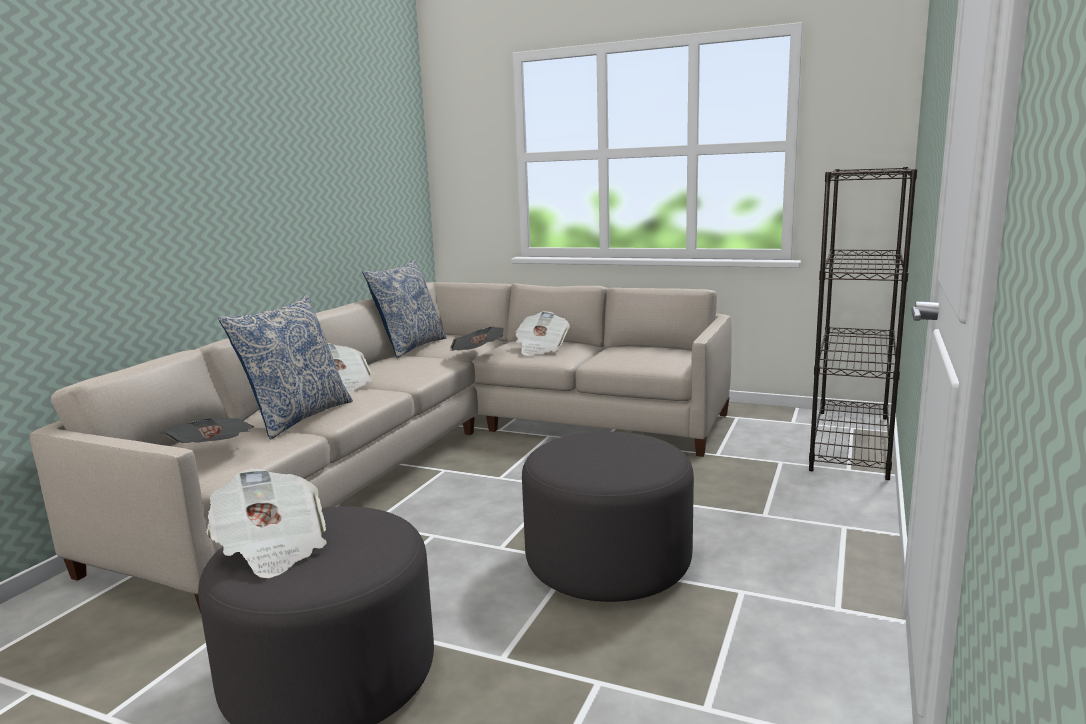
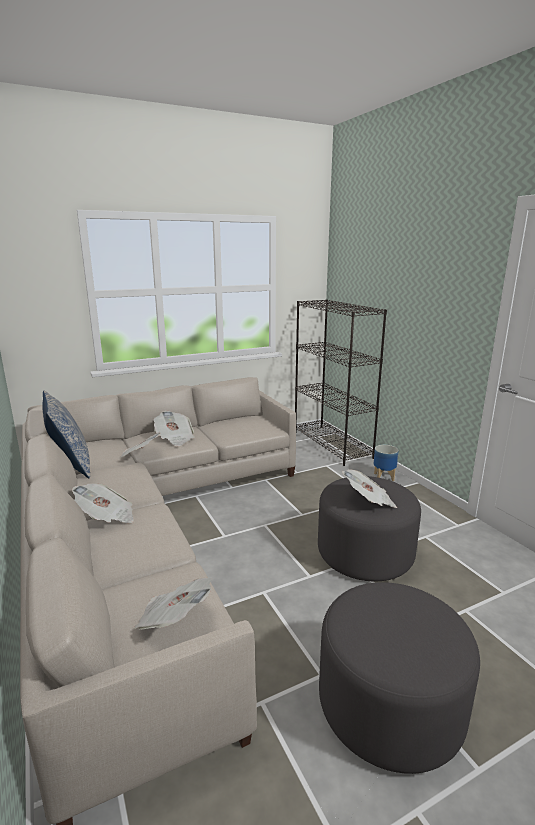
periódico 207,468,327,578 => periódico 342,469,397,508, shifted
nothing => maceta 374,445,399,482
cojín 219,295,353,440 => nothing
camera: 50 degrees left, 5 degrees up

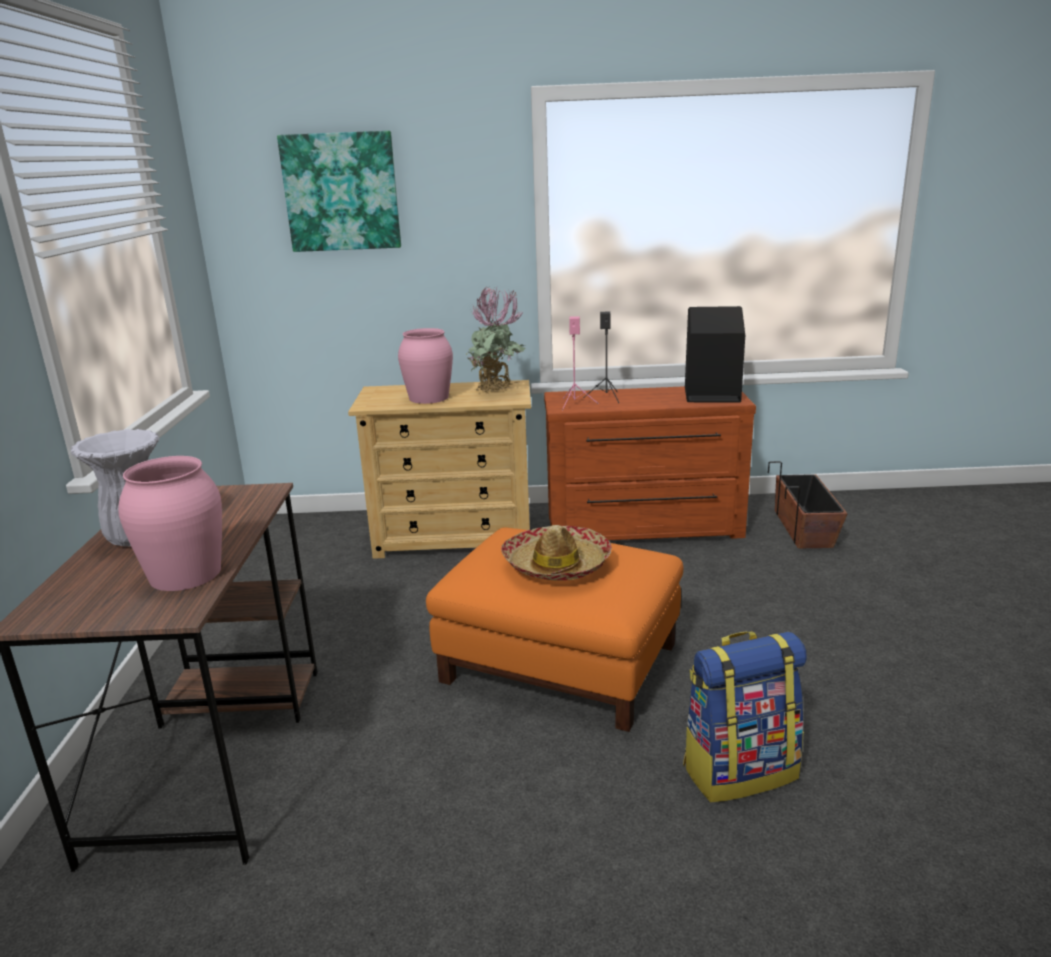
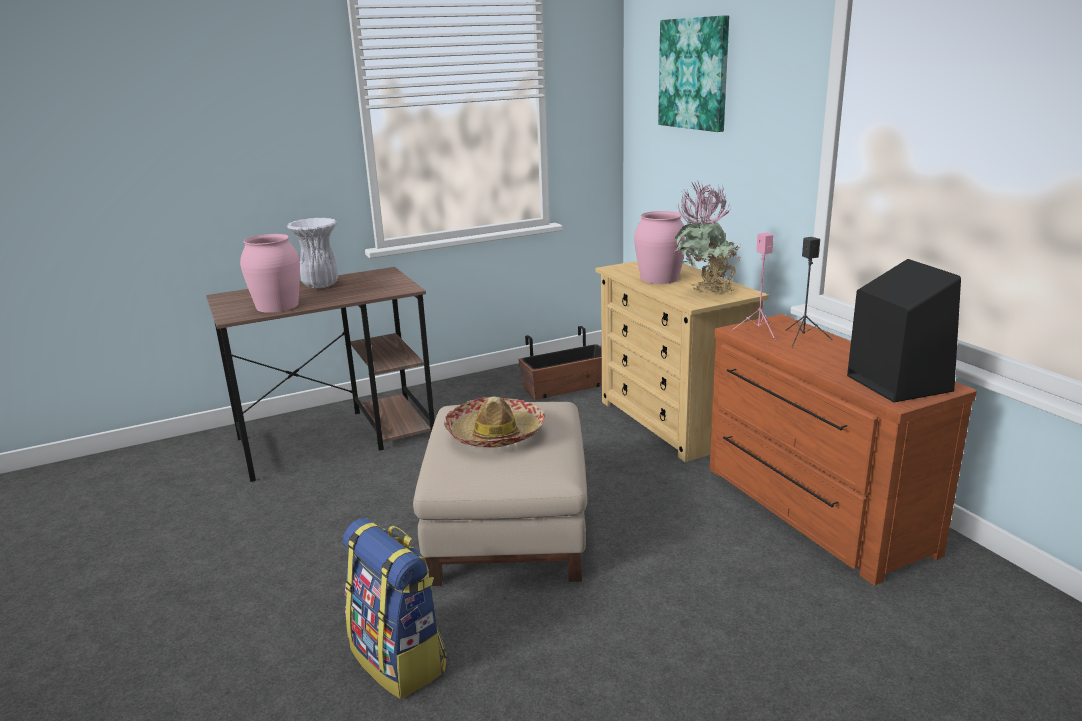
puf/naranja 426,527,683,732 => puf/beis 413,402,587,586
maceta 768,461,848,548 => maceta 518,326,602,400, shifted
camera: 65 degrees right, 0 degrees up

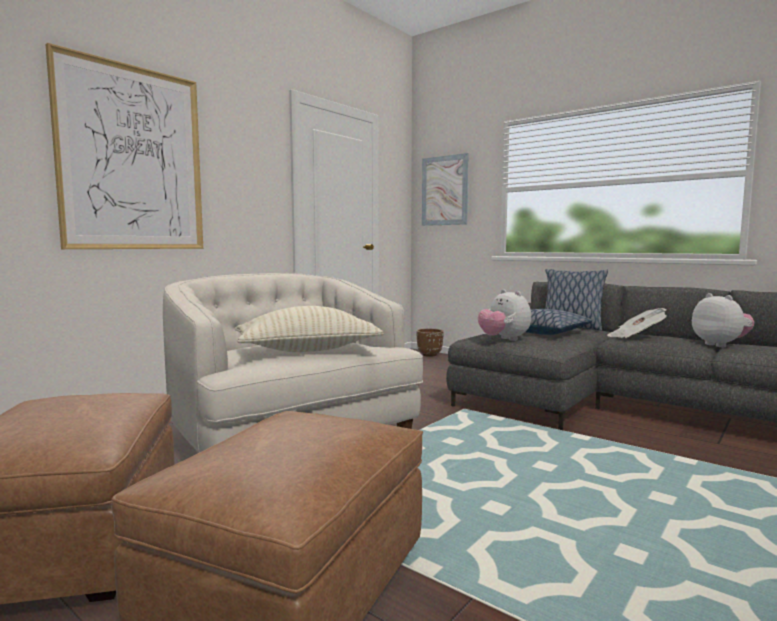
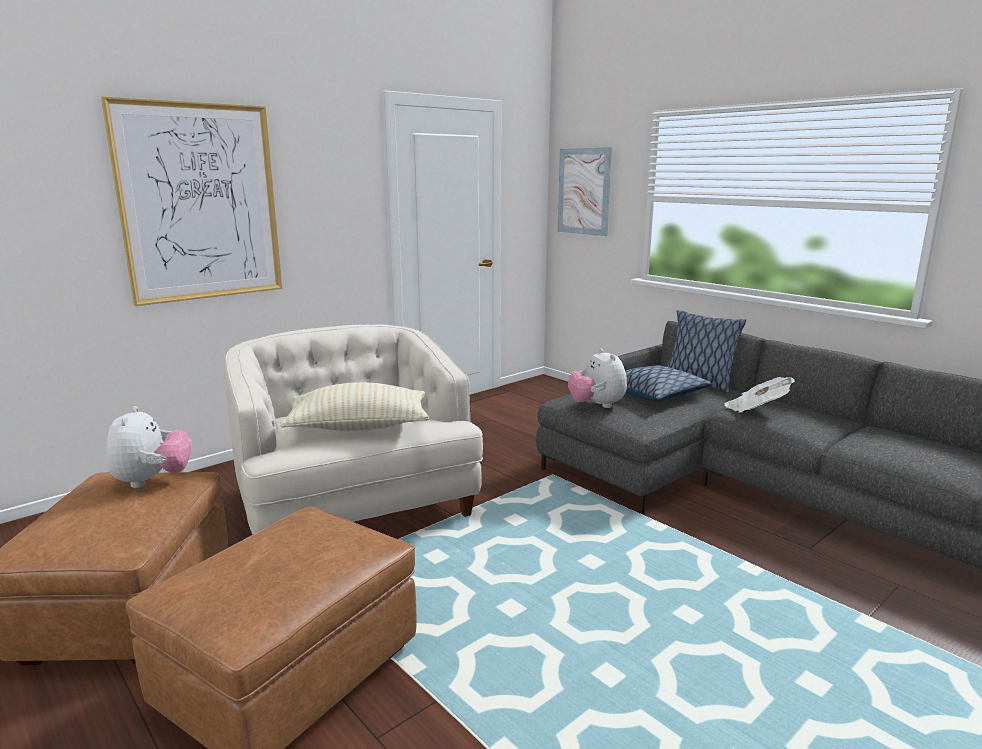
peluche 692,293,754,347 => peluche 106,406,192,488, shifted
maceta/marrón 416,329,444,357 => nothing
camera: 10 degrees right, 10 degrees up

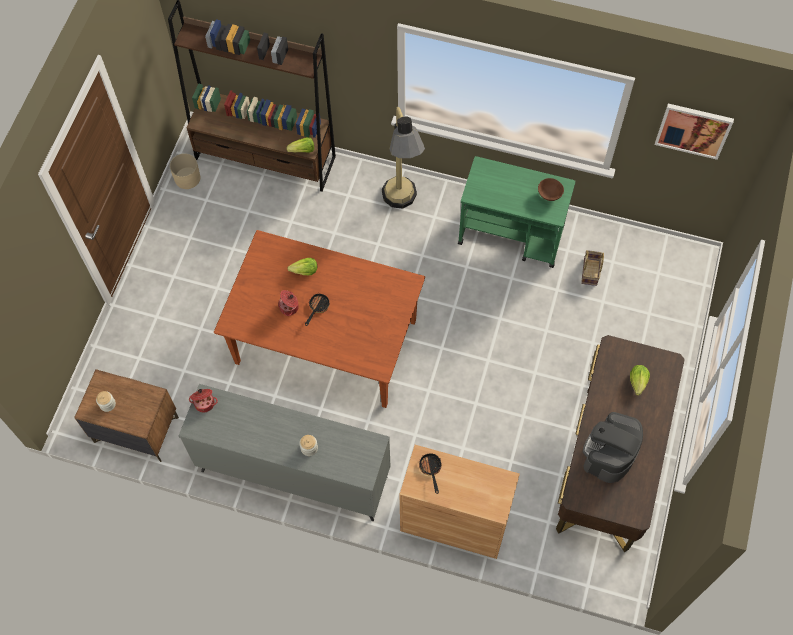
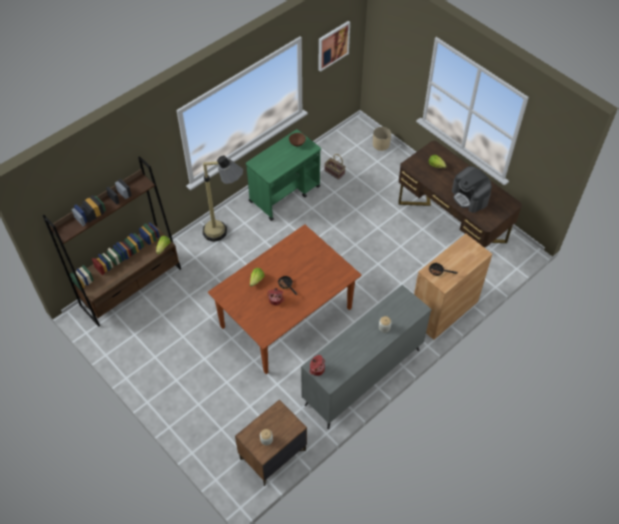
maceta/beis 170,153,200,189 => maceta/beis 373,127,391,151, shifted
camera: 60 degrees left, 10 degrees down

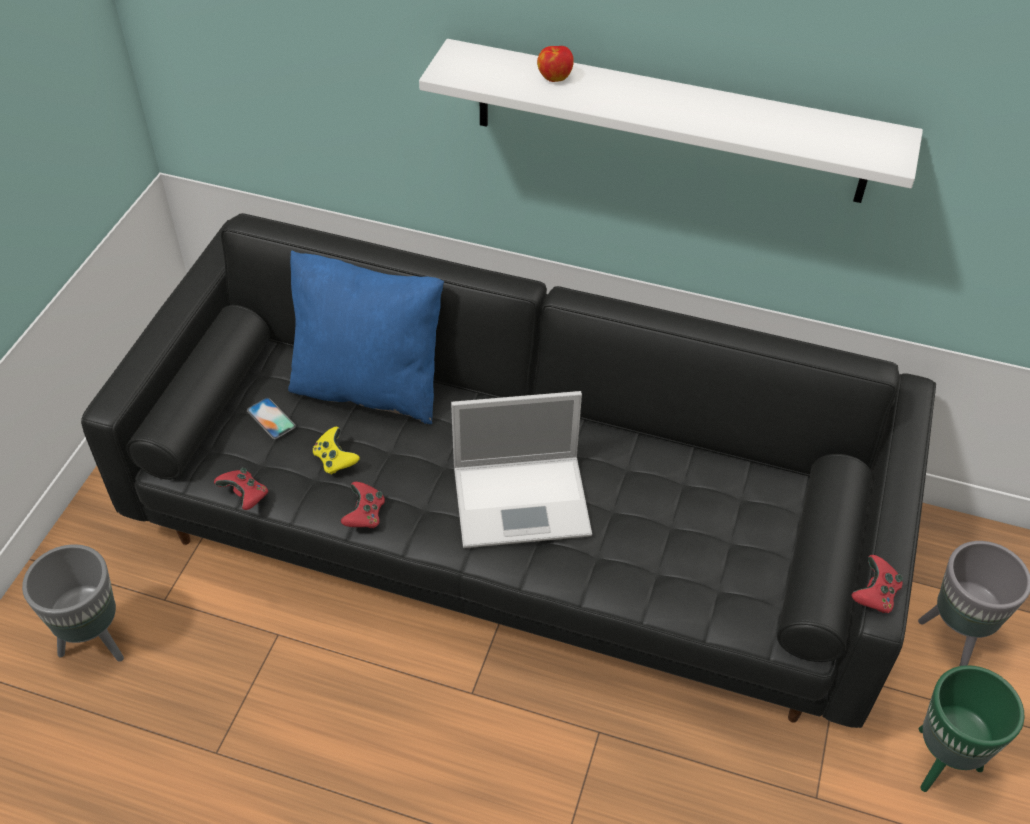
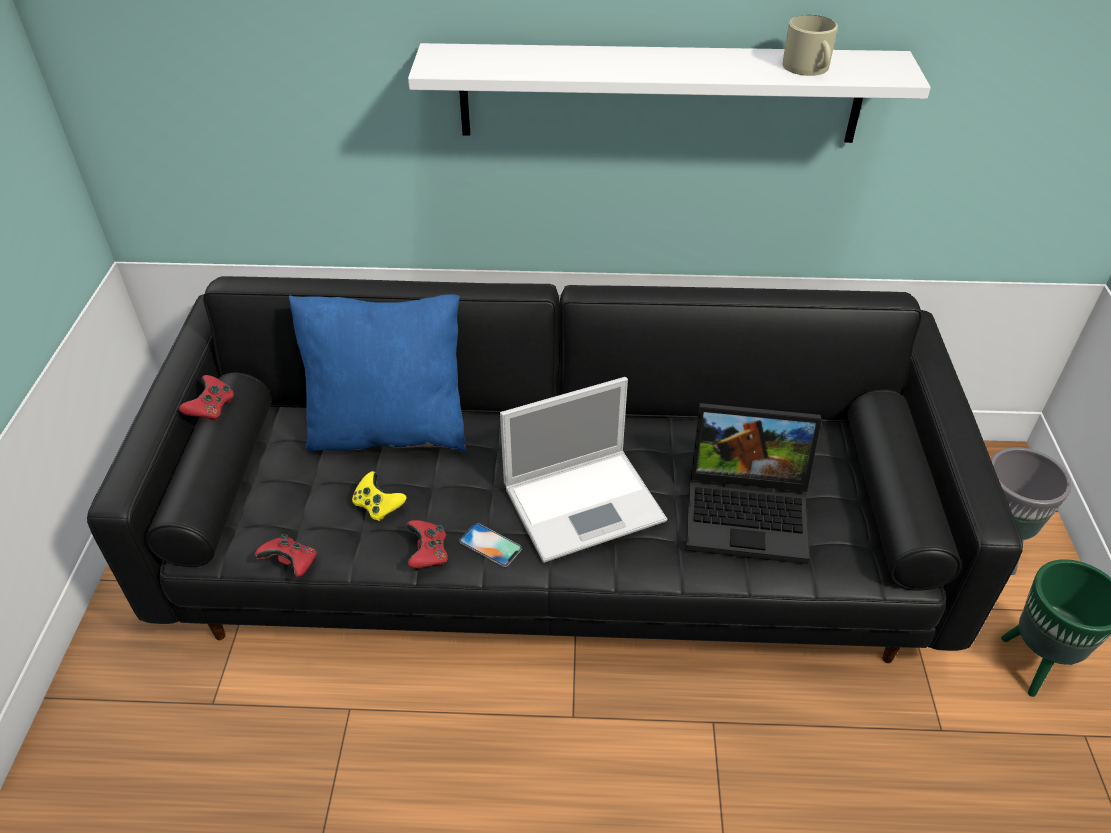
mando de consola/rojo 851,555,903,613 => mando de consola/rojo 179,375,234,421, shifted
móvil 247,398,296,439 => móvil 459,523,522,567, shifted
nothing => portátil 686,403,822,564
nothing => taza grande/beis 783,15,838,76
maceta/gris 22,544,124,662 => nothing
manzana 537,46,574,82 => nothing
camera: 15 degrees left, 5 degrees down

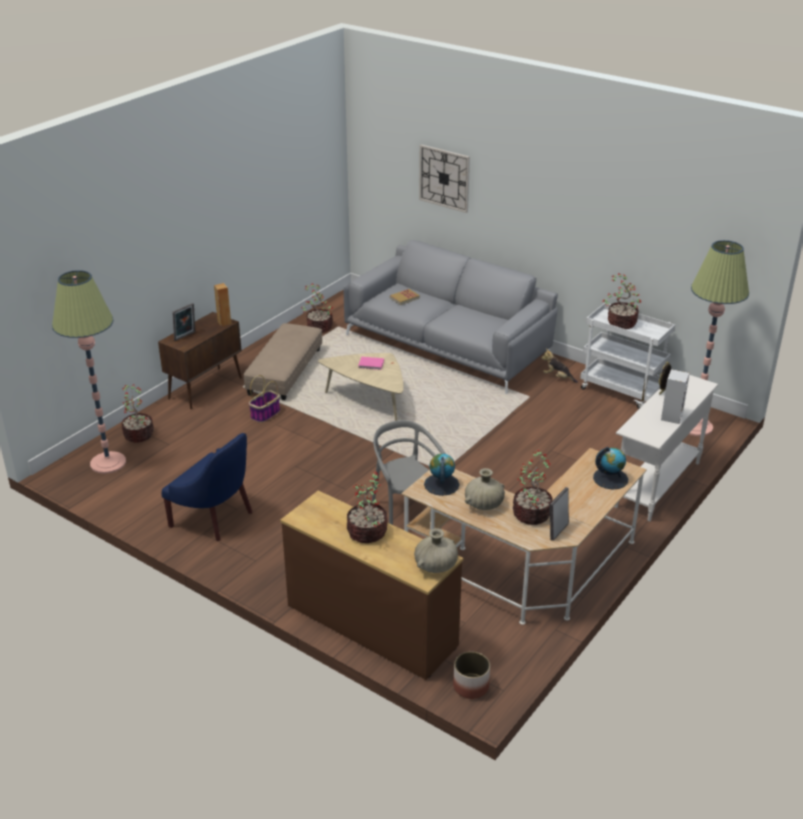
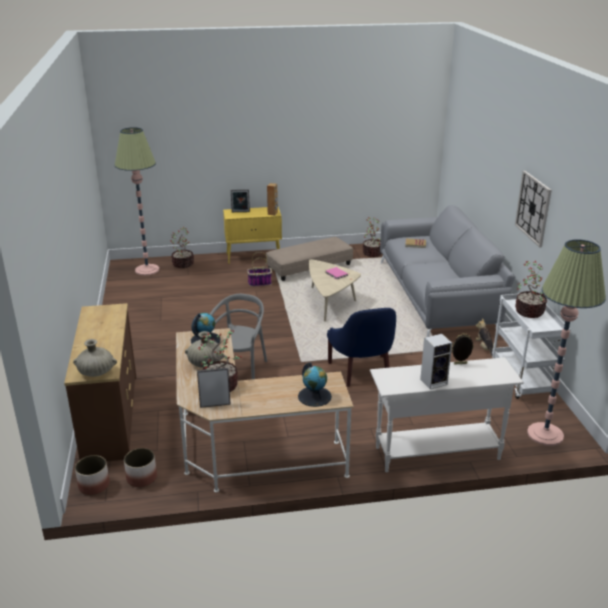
nothing => maceta 124,448,157,487
armario/marrón 158,312,242,409 => armario/amarillo 223,207,282,264
sillón/azul 162,433,252,541 => sillón/azul 327,308,396,387, shifted
reloj de pared 419,145,470,213 => reloj de pared 515,171,552,248, shifted
planta en maceta 347,472,388,543 => nothing
camera: 45 degrees right, 5 degrees down

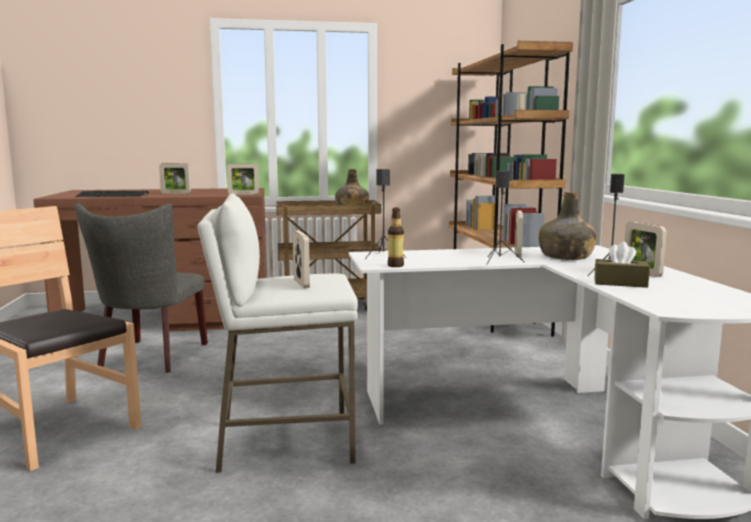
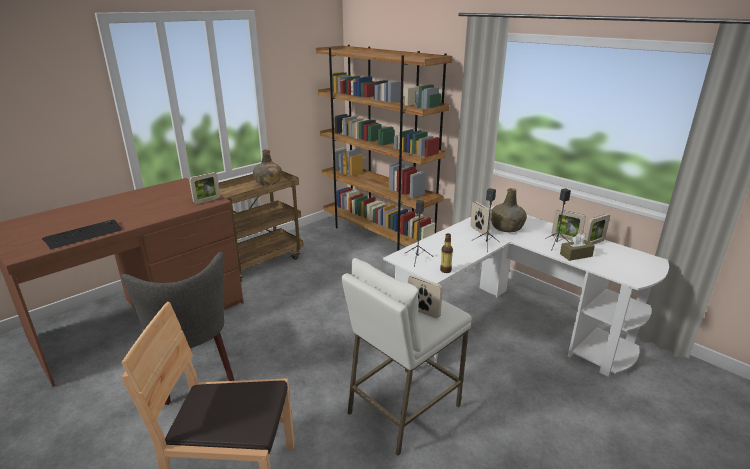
portarretratos 159,163,191,194 => portarretratos 585,214,610,245, shifted
camera: 35 degrees left, 15 degrees up

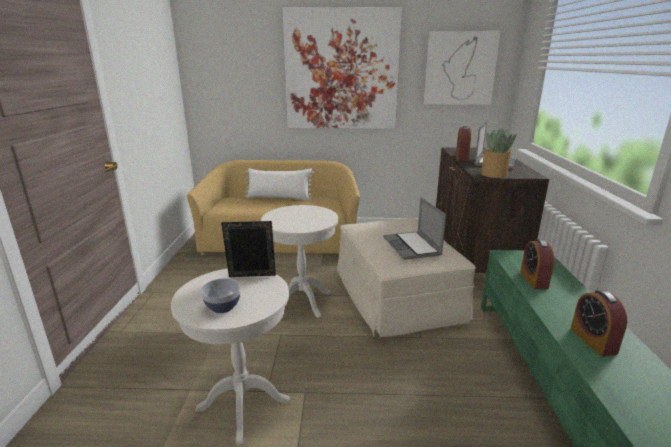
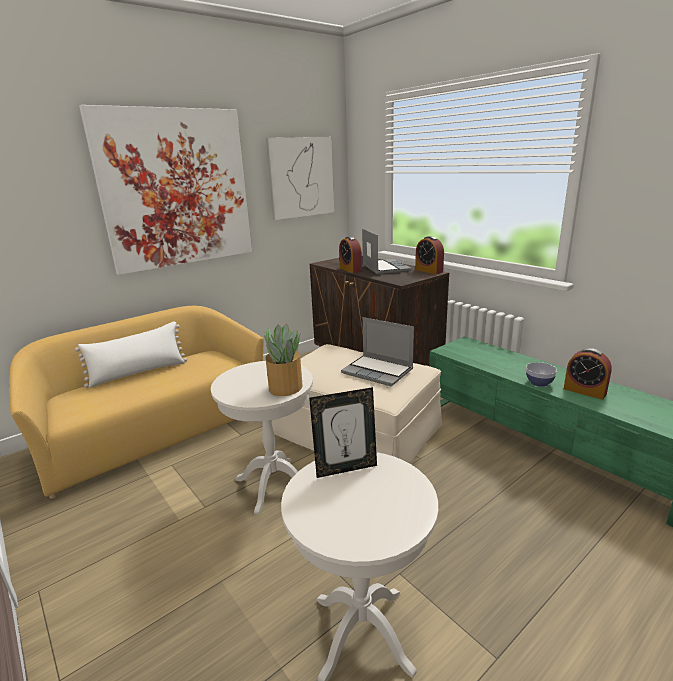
planta en maceta 481,128,516,178 => planta en maceta 264,324,303,396, shifted
portarretratos 221,221,276,277 => portarretratos 309,387,377,478, 150 degrees counterclockwise
despertador 520,239,554,289 => despertador 415,236,444,274, shifted
cuenco 201,278,240,313 => cuenco 526,362,557,387, shifted
camera: 40 degrees left, 0 degrees up

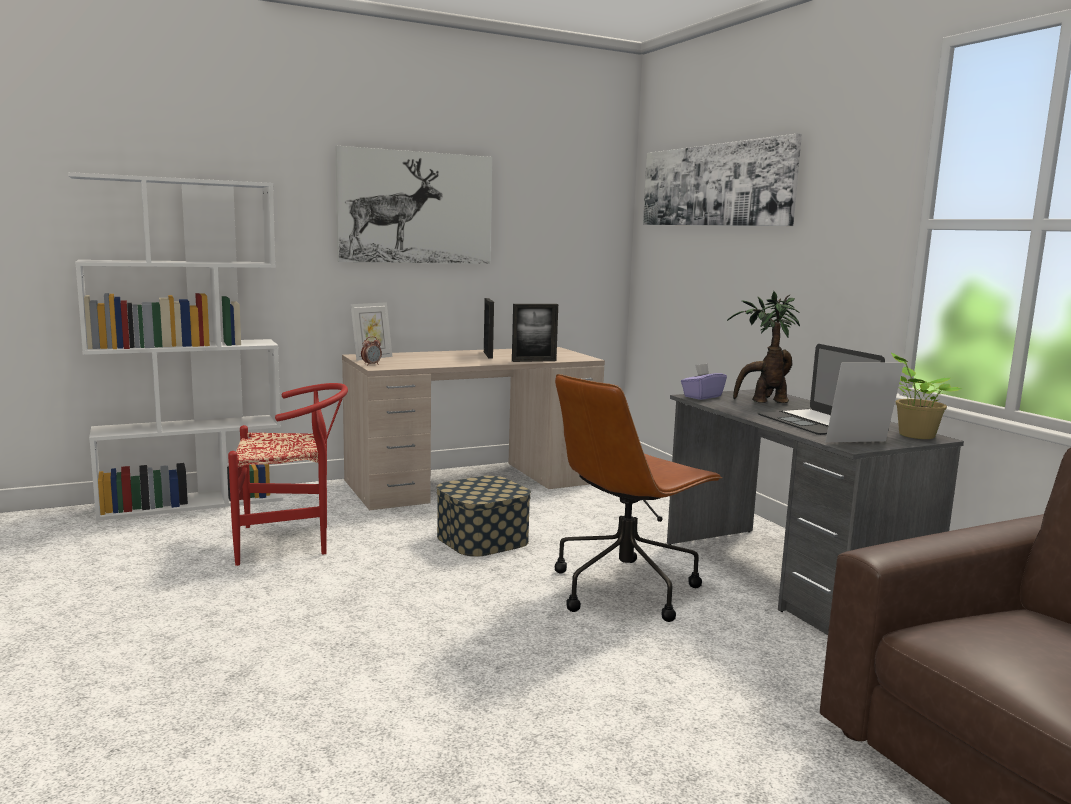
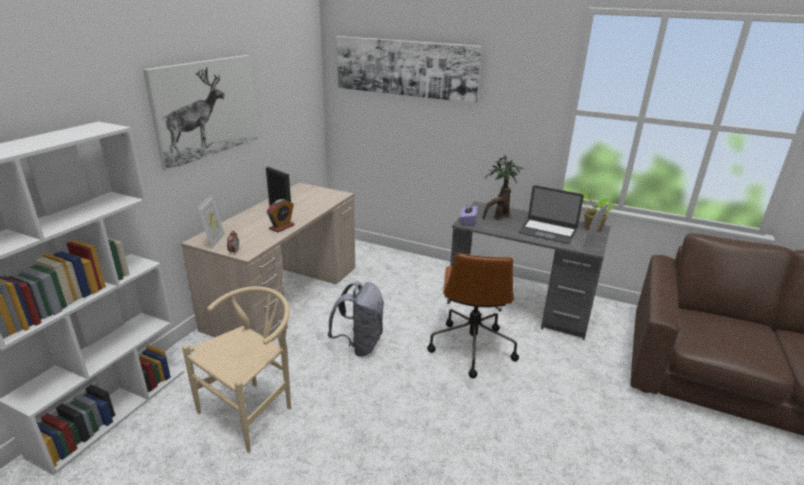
silla/rojo 228,383,348,566 => silla/beis 182,286,291,453
nothing => despertador 267,199,295,232
caja de almacenaje 436,476,531,557 => mochila/gris 328,282,384,357
portarretratos 512,304,558,362 => nothing
camera: 40 degrees left, 15 degrees up

